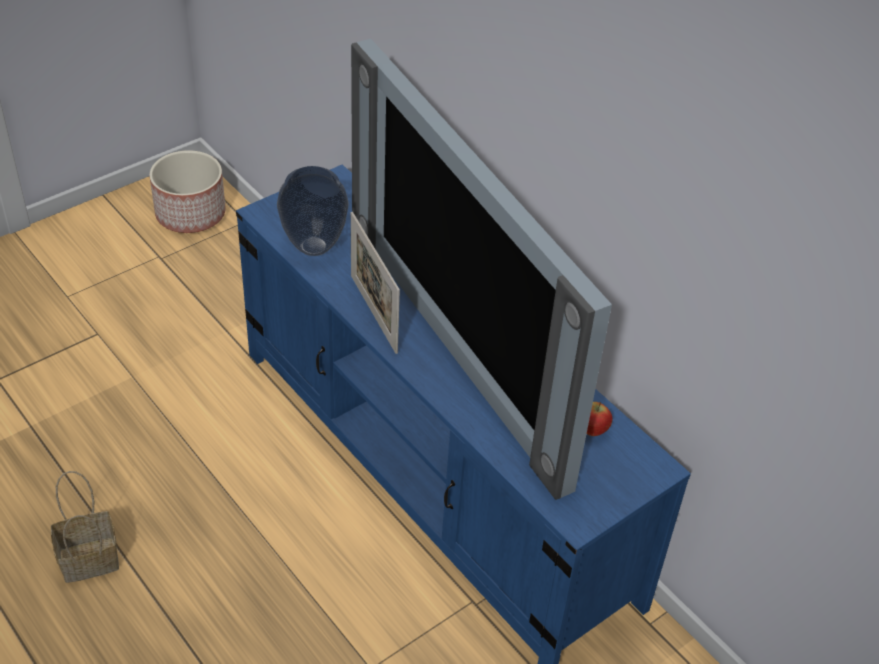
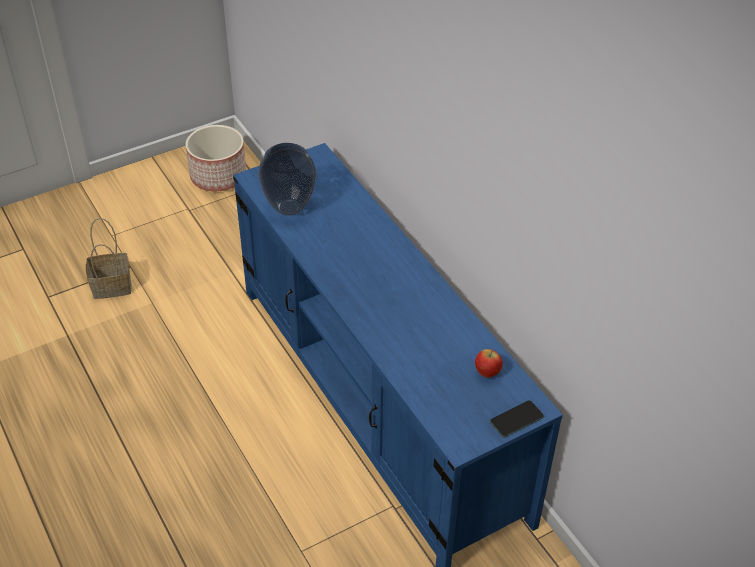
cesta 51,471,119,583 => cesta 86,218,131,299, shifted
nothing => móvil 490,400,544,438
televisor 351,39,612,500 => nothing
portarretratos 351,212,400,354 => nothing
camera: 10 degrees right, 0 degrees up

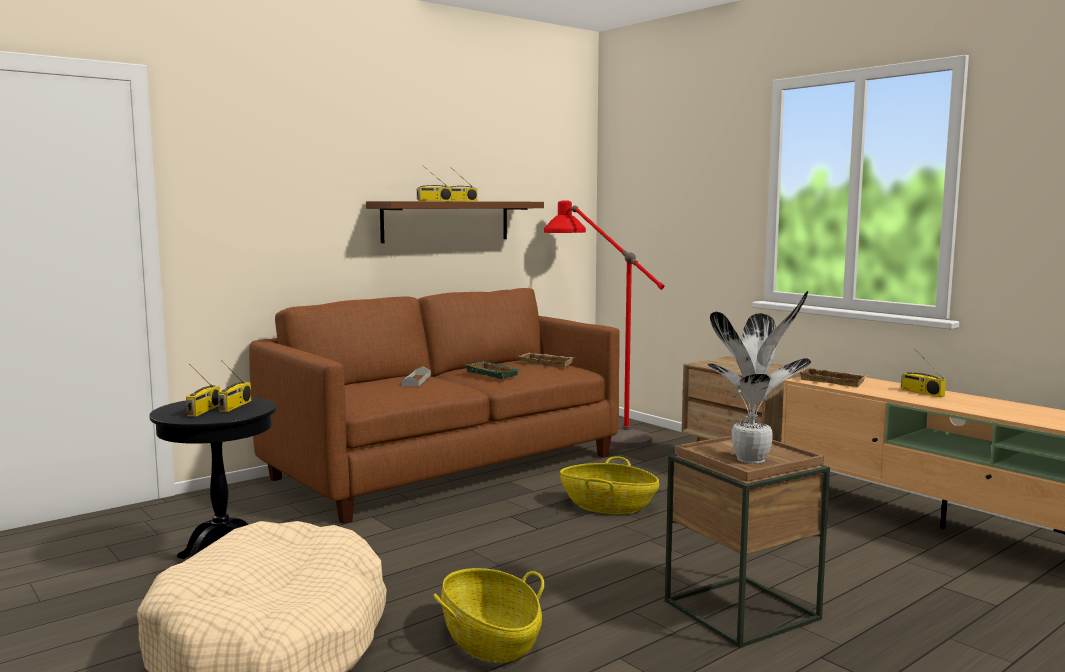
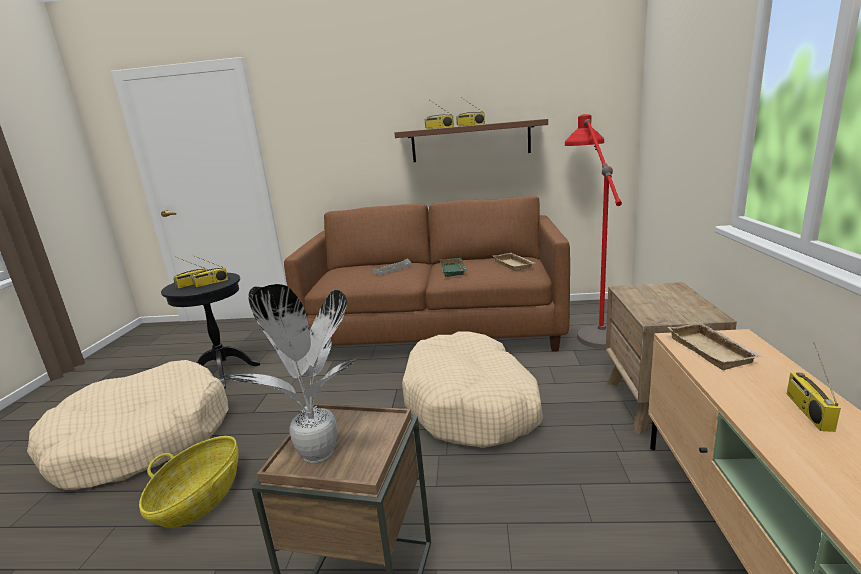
cesta 560,456,659,514 => cama para perro/beis 402,332,543,448
camera: 45 degrees right, 10 degrees up

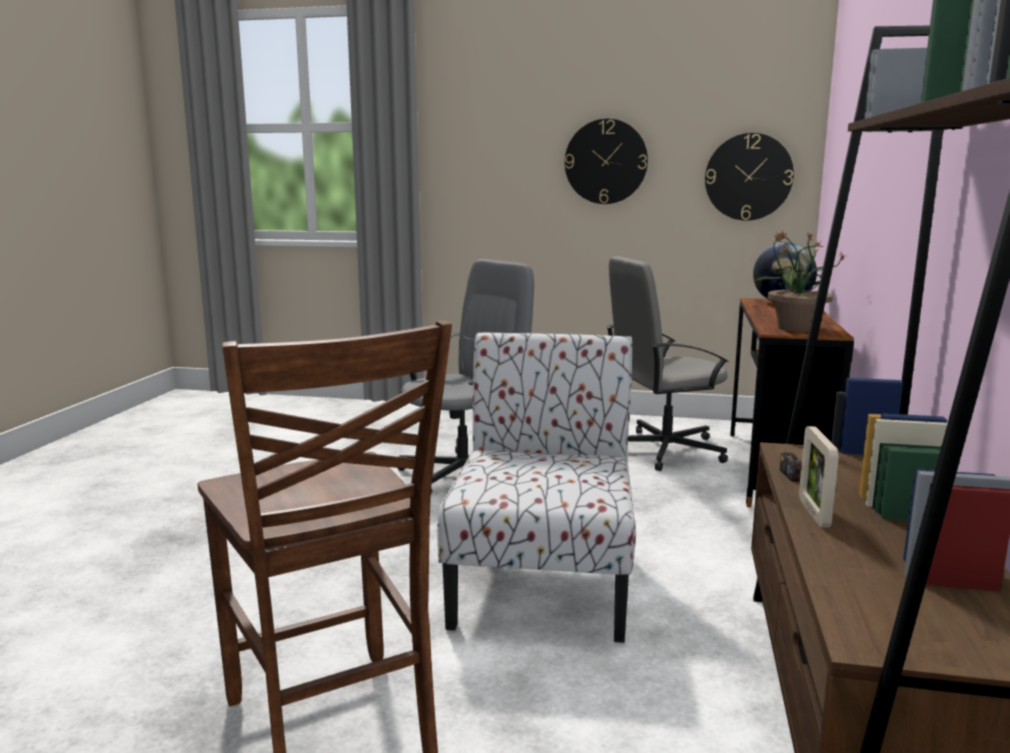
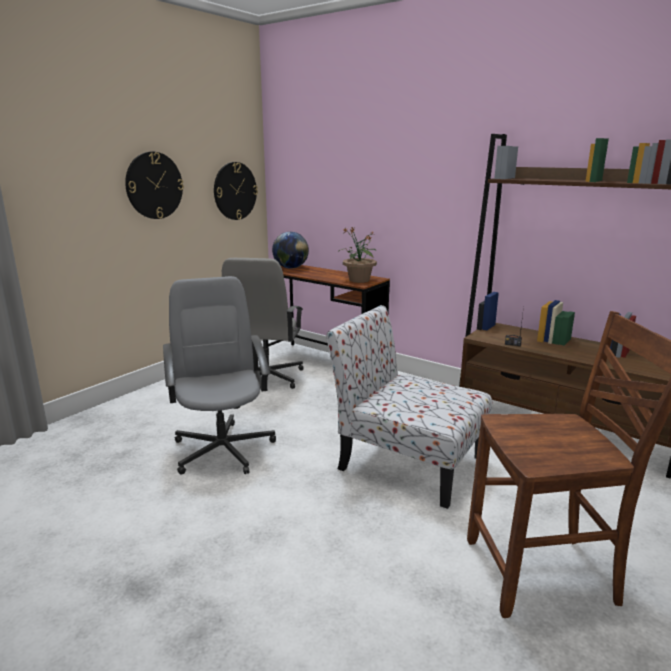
portarretratos 799,426,839,528 => nothing
camera: 65 degrees left, 5 degrees up

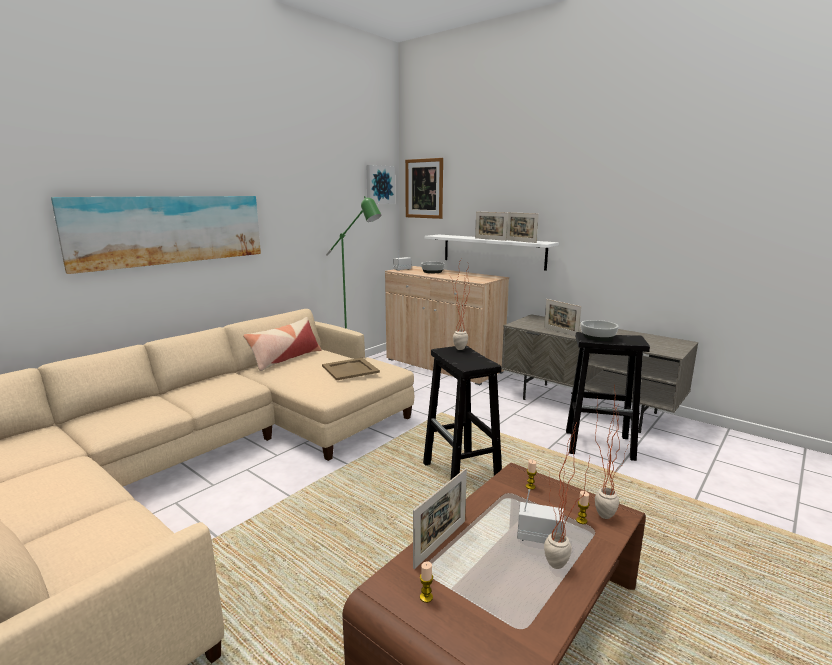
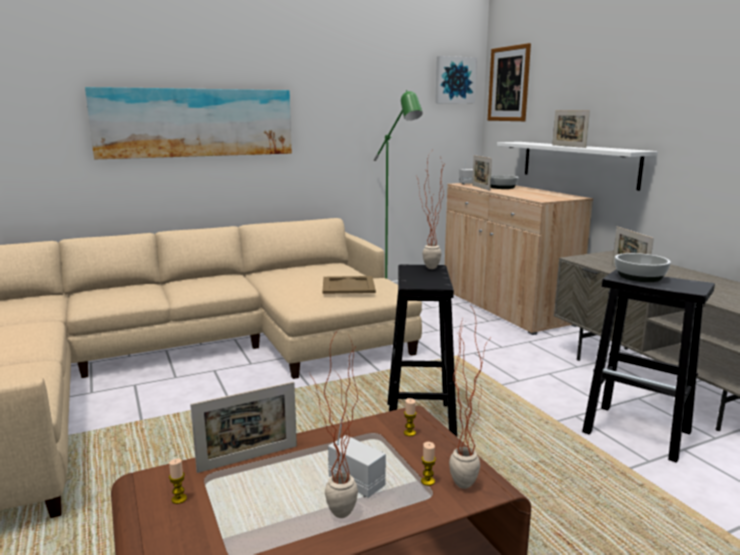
portarretratos 507,212,539,243 => portarretratos 472,155,492,191, shifted
cojín 243,317,321,371 => nothing
camera: 25 degrees right, 0 degrees up

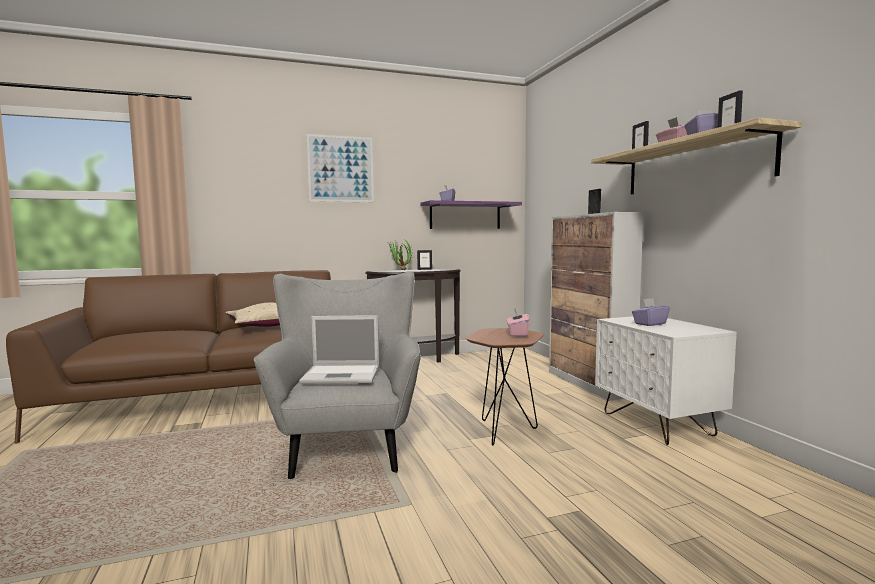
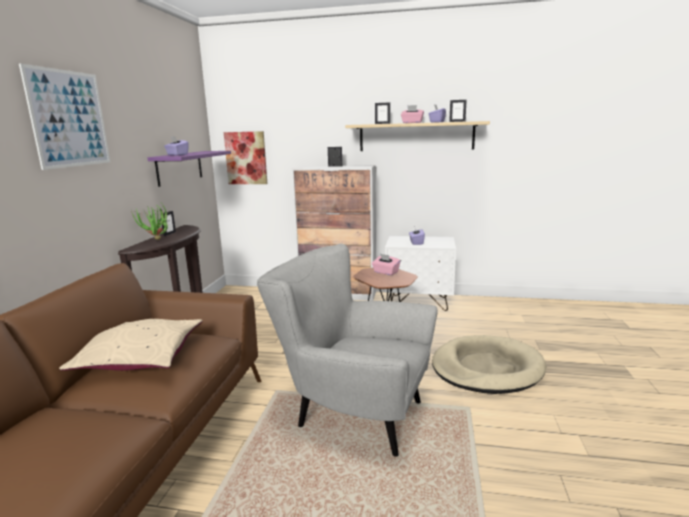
nothing => cuadro 224,131,267,184
nothing => cama para perro/beis 432,335,546,394
portátil 299,315,379,384 => nothing
camera: 60 degrees left, 10 degrees up

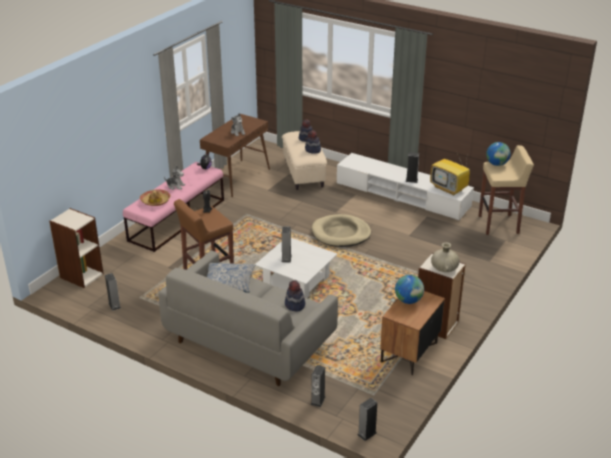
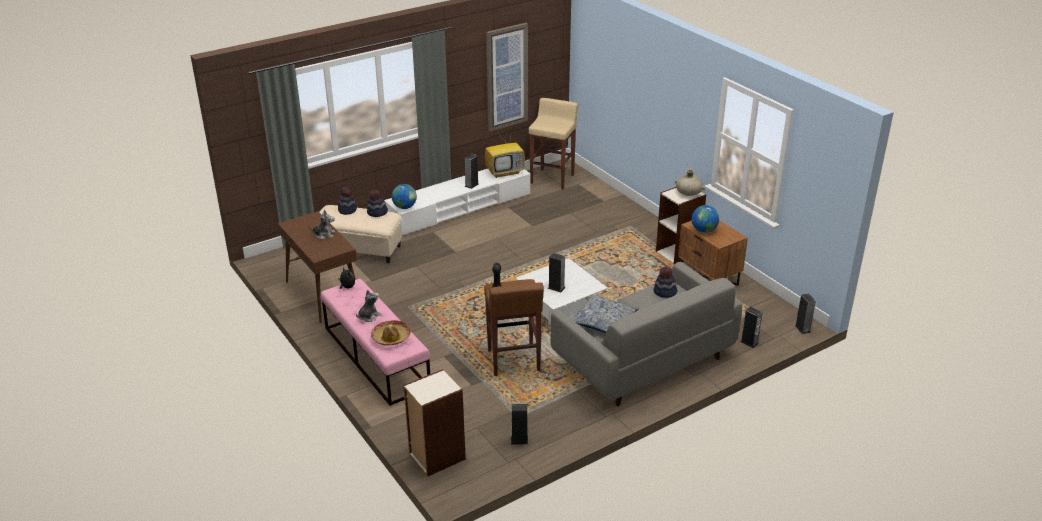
globo terráqueo 486,142,511,166 => globo terráqueo 392,184,417,209, shifted
nothing => cuadro 486,23,528,132
cama para perro/beis 312,214,371,247 => nothing
camera: 65 degrees left, 0 degrees up

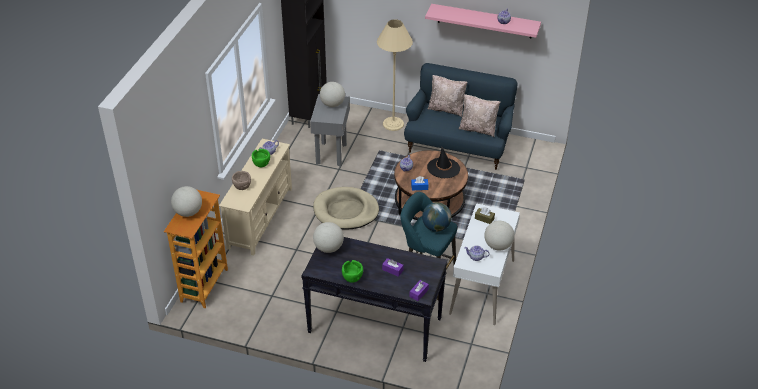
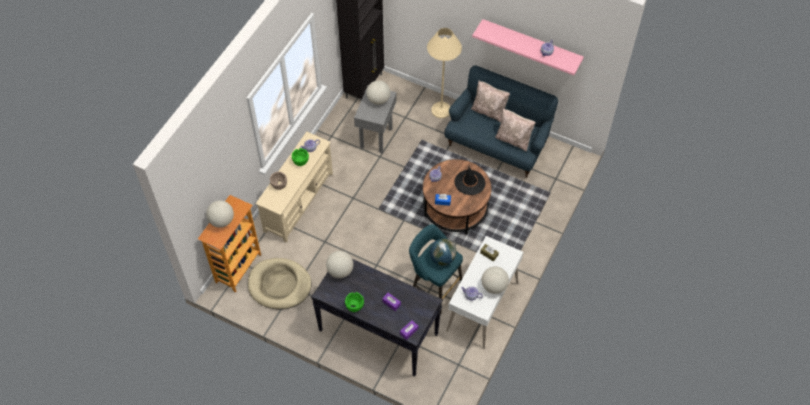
cama para perro/beis 313,187,379,230 => cama para perro/beis 248,258,311,309, shifted
camera: 10 degrees right, 15 degrees up

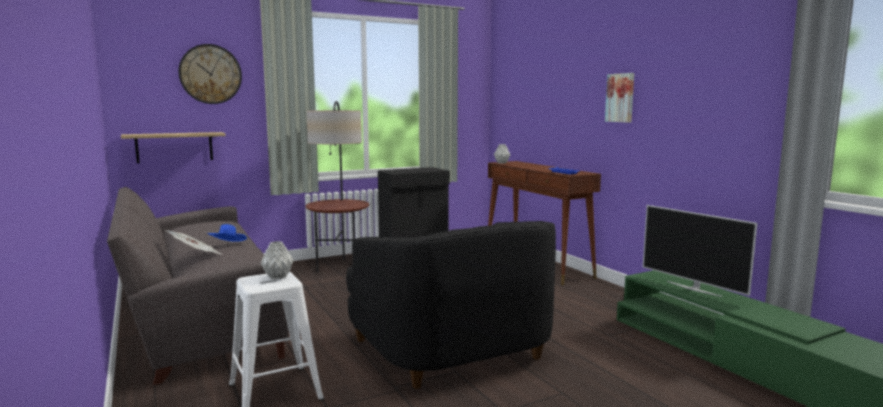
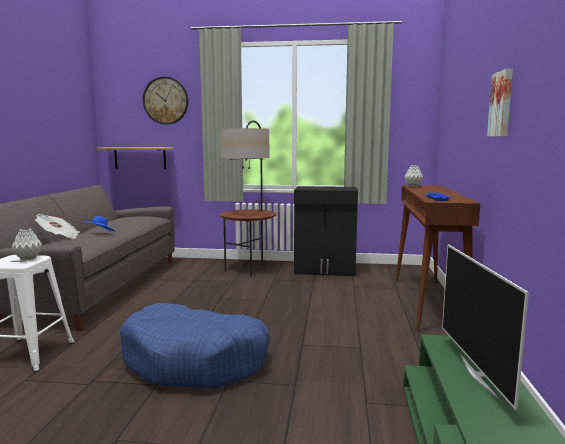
sillón/negro 346,221,556,389 => cama para perro/azul 119,303,270,388
camera: 35 degrees right, 0 degrees up

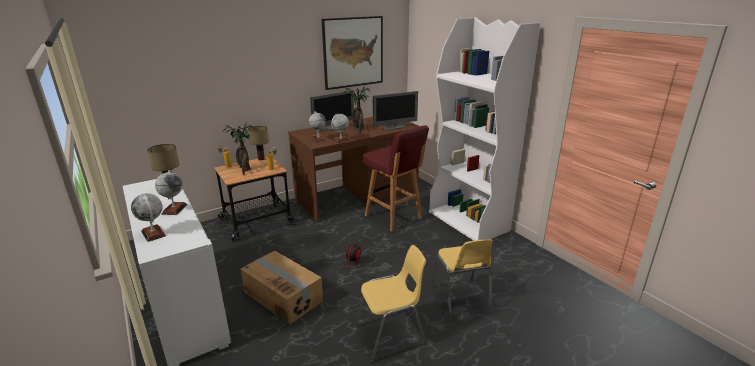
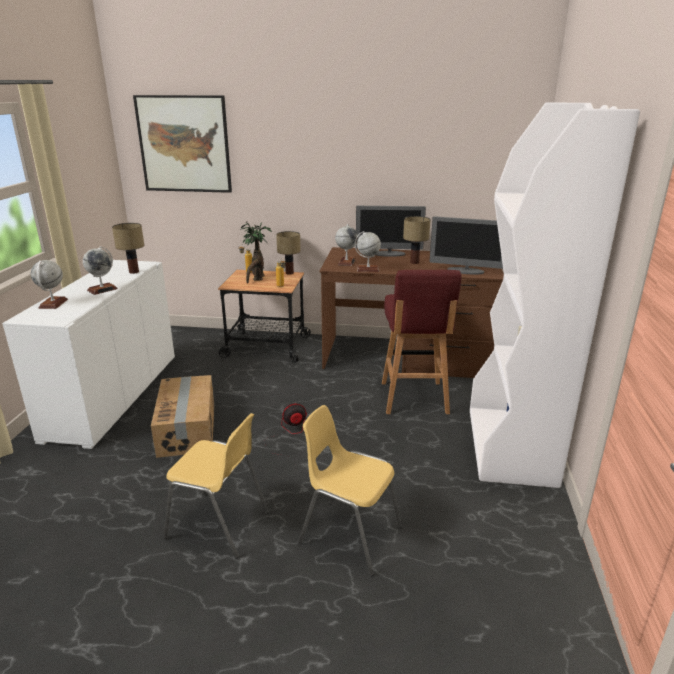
cuadro 321,16,383,90 => cuadro 133,95,232,193, shifted
silla/amarillo 431,239,493,320 => silla/amarillo 298,405,402,576, 90 degrees clockwise
planta en maceta 344,86,371,133 => lámpara de mesa 403,216,431,264
camera: 40 degrees right, 0 degrees up

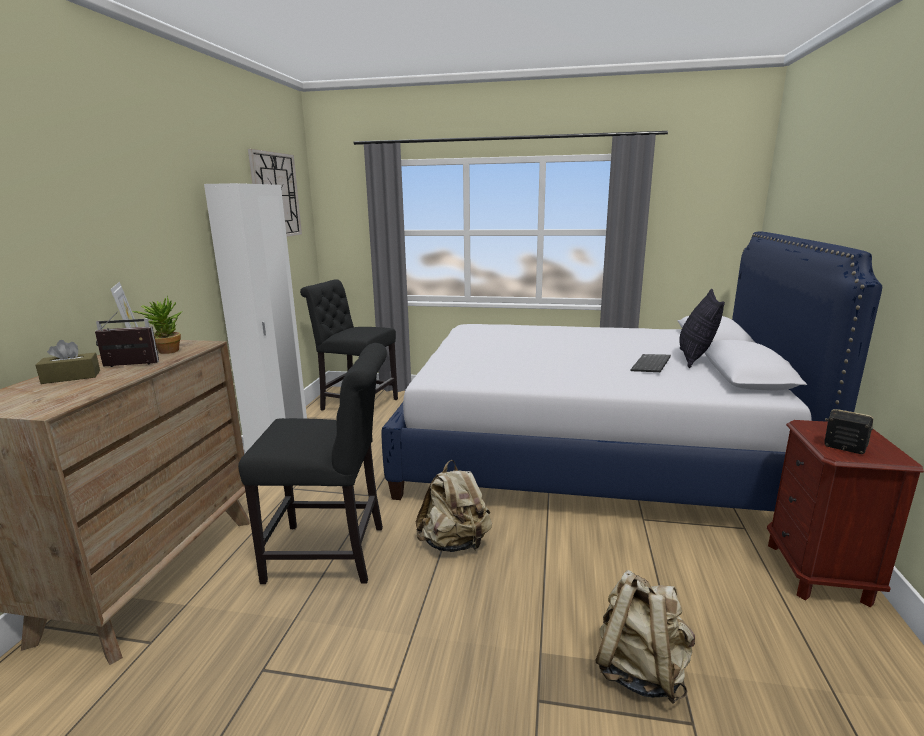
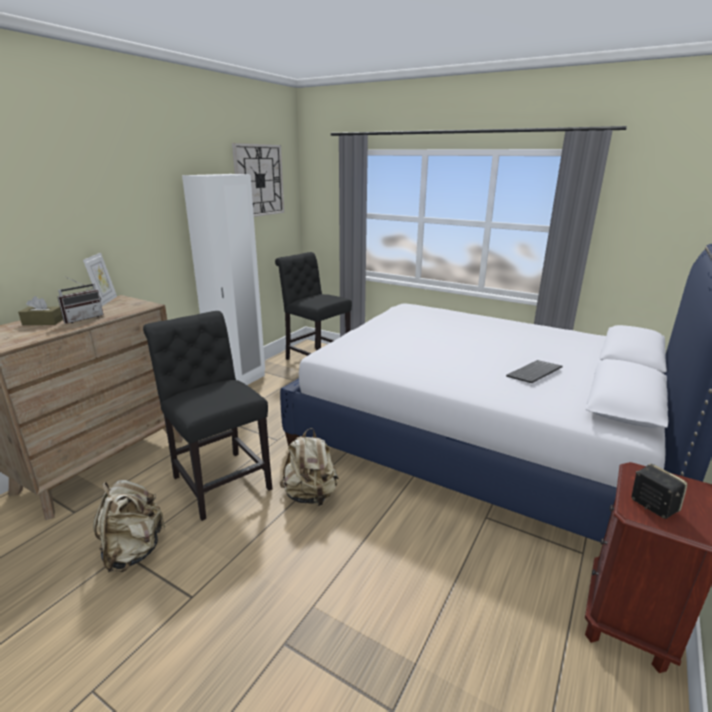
radio 95,311,159,367 => radio 57,276,103,324, 120 degrees clockwise
mochila/beis 595,570,695,704 => mochila/beis 93,480,166,572, shifted
silla/negro 238,343,387,584 => silla/negro 143,311,272,521, 150 degrees counterclockwise
planta en maceta 132,296,182,354 => nothing
cojín 679,289,725,368 => nothing
camera: 20 degrees right, 5 degrees up

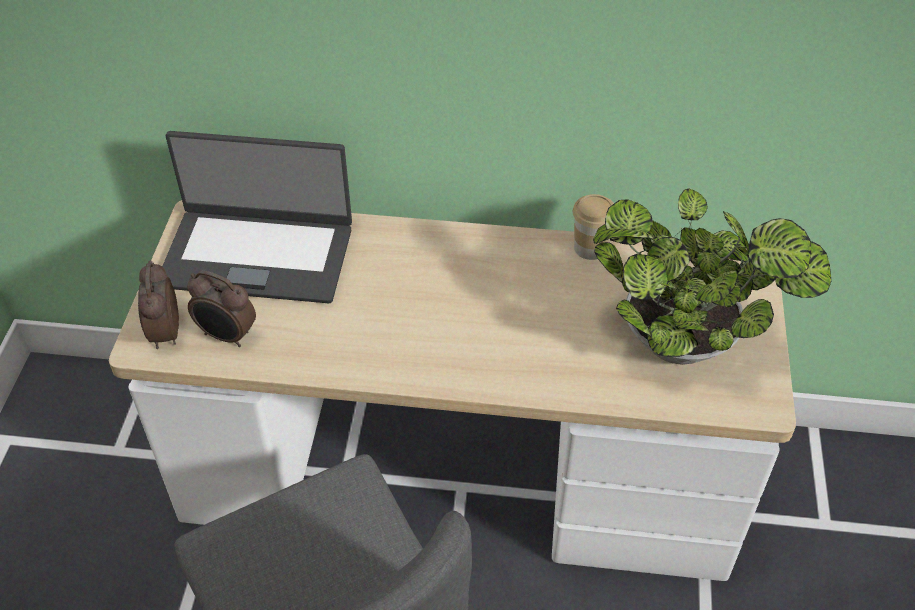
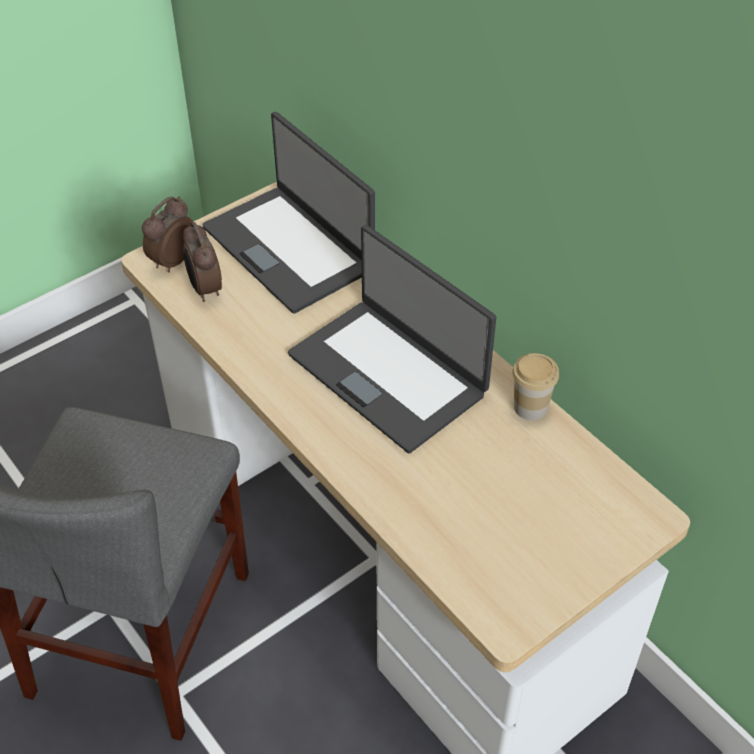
nothing => portátil 288,225,496,453
planta en maceta 593,188,831,365 => nothing
camera: 45 degrees right, 0 degrees up

